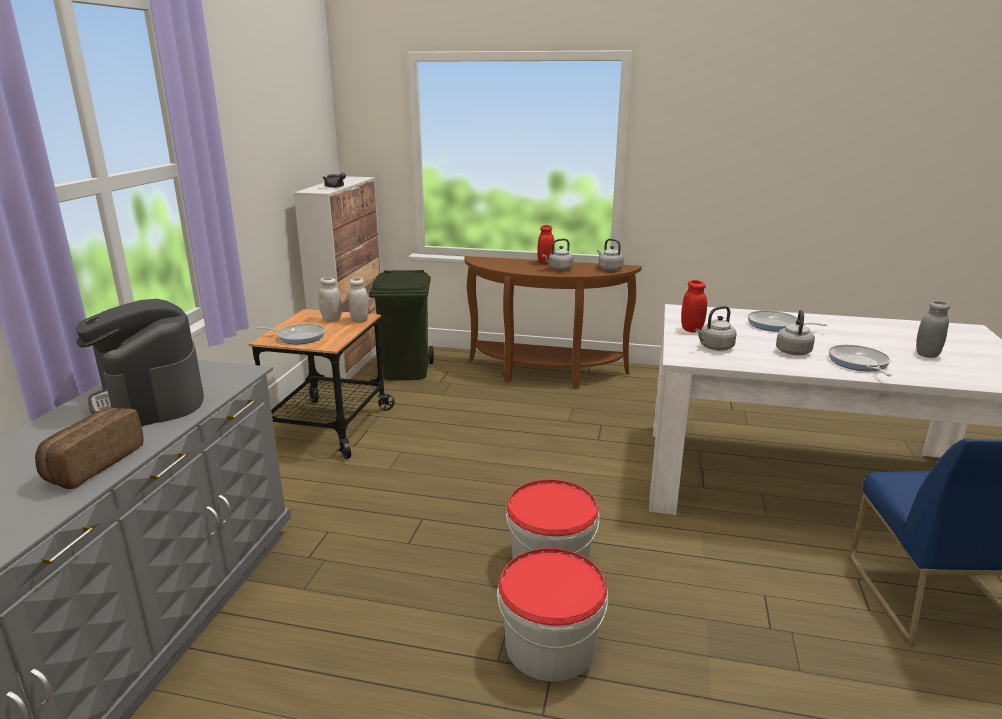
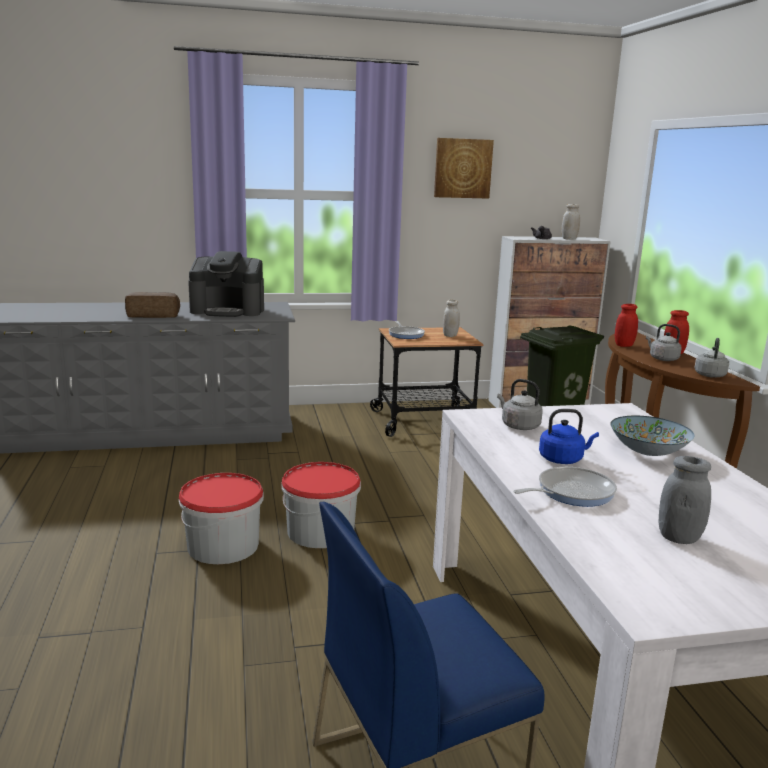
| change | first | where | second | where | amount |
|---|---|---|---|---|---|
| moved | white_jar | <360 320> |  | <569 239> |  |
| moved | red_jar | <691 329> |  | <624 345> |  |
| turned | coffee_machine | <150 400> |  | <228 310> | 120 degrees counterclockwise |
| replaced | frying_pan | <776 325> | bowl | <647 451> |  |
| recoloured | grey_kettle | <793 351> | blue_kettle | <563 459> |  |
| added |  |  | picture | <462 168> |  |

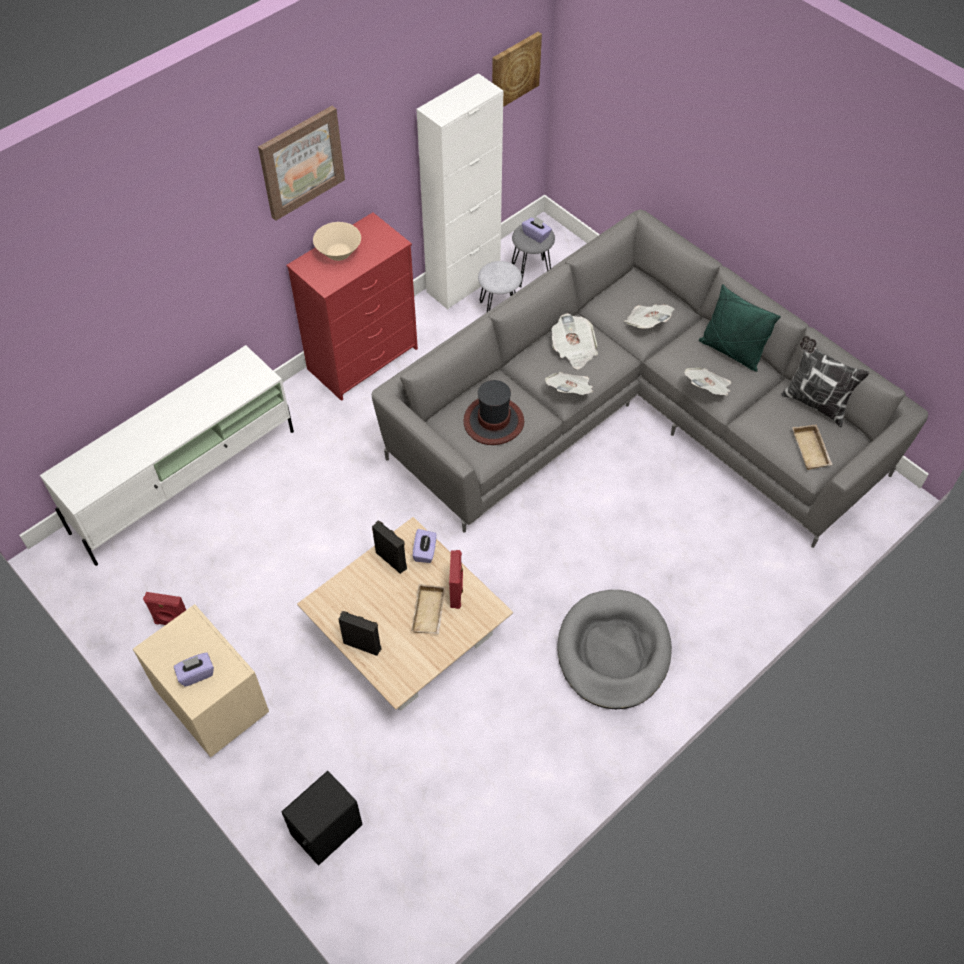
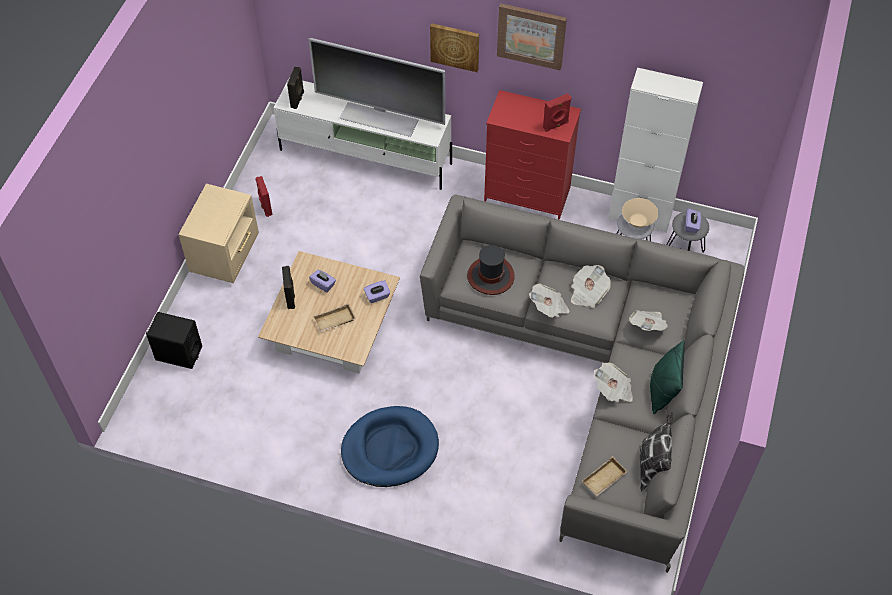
| change | first | where | second | where | amount |
|---|---|---|---|---|---|
| moved | picture | <514 70> |  | <455 46> |  |
| moved | beige_bowl | <339 253> |  | <638 221> |  |
| moved | black_speaker | <392 559> |  | <298 100> |  |
| moved | red_speaker | <457 592> |  | <556 125> |  |
| recoloured | grey_dog_bed | <613 651> | blue_dog_bed | <390 449> |  |
| moved | purple_tissue_box | <196 674> |  | <323 284> |  |
| added |  |  | television | <379 118> |  |

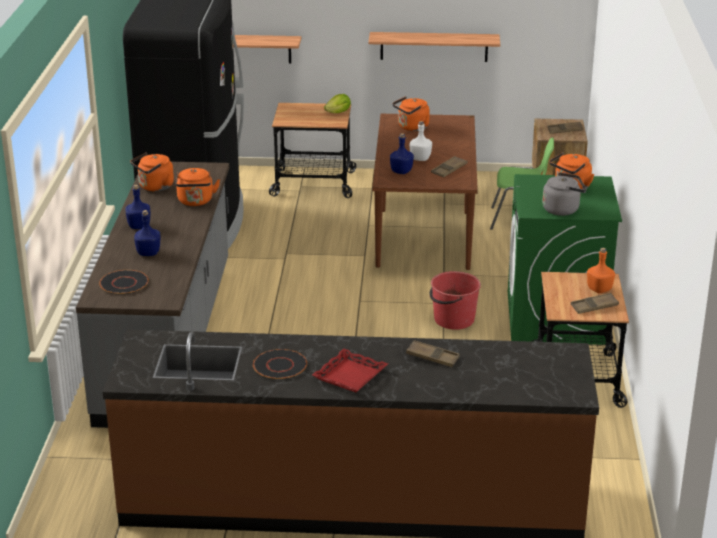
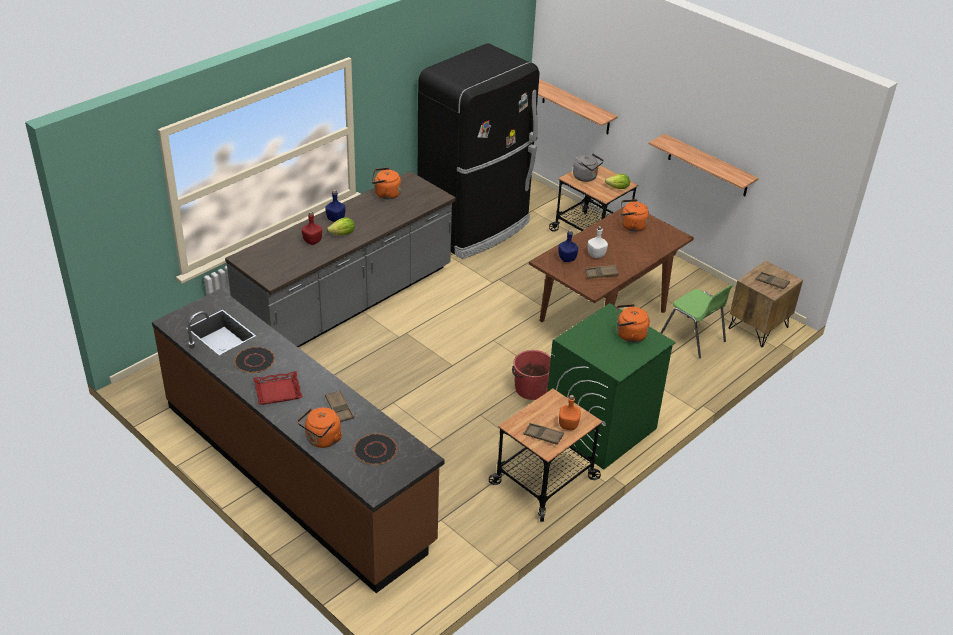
| change | first | where | second | where | amount |
|---|---|---|---|---|---|
| moved | orange_kettle | <195 202> |  | <322 440> |  |
| moved | grey_kettle | <563 209> |  | <586 177> |  |
| recoloured | blue_bottle | <148 253> | red_bottle | <312 241> |  |
| moved | black_plate | <124 283> |  | <375 450> |  |
| added |  |  | lettuce | <342 234> |  |

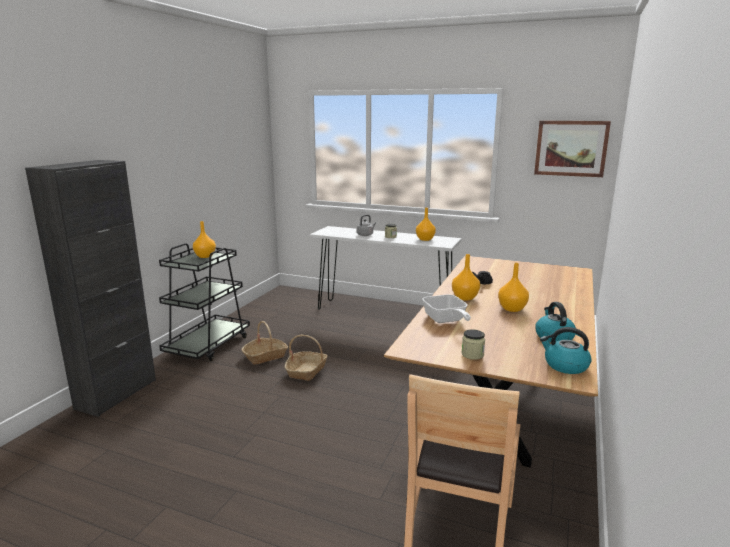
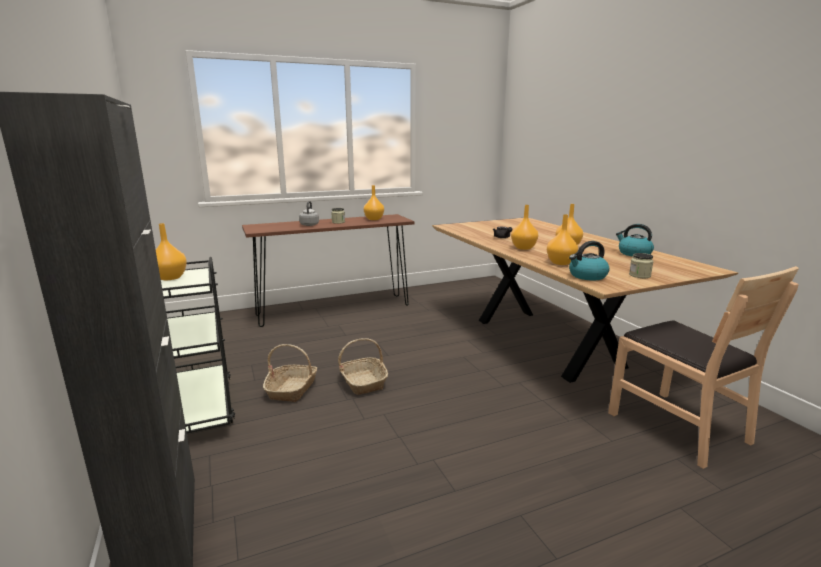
| change | first | where | second | where | amount |
|---|---|---|---|---|---|
| removed | picture | <571 148> |  |  |  |
| recoloured | white_console_table | <383 313> | brown_console_table | <334 310> |  |
| replaced | frying_pan | <445 320> | orange_vase | <561 263> |  |
| moved | kettle | <565 365> |  | <587 276> |  |

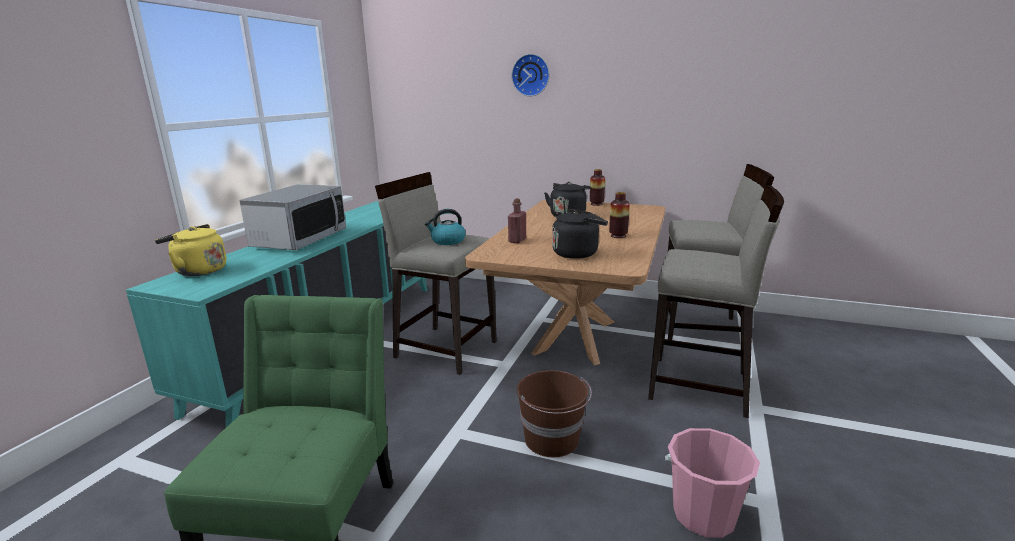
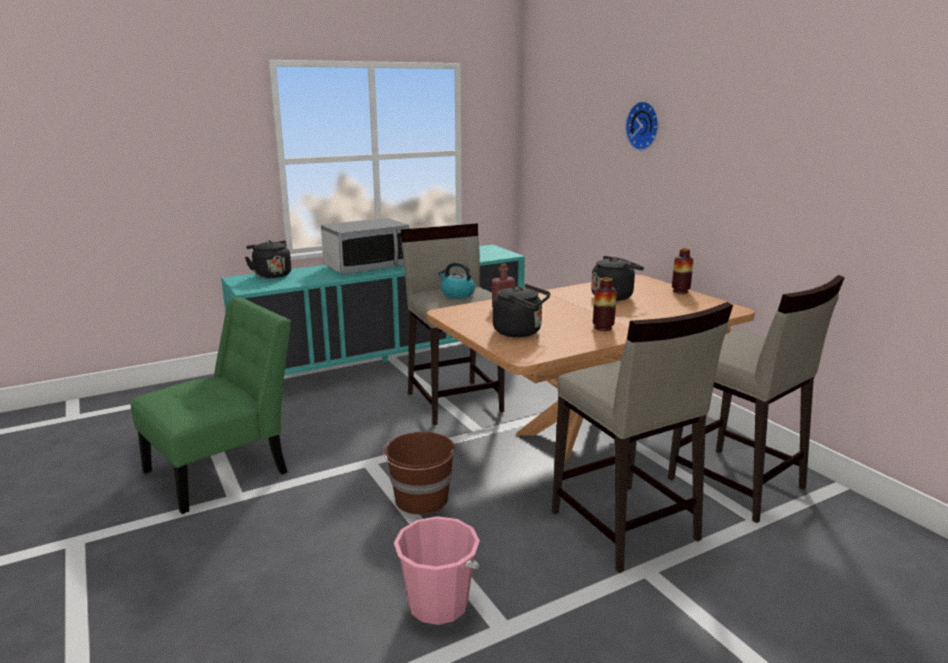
| change | first | where | second | where | amount |
|---|---|---|---|---|---|
| recoloured | yellow_kettle | <198 271> | black_kettle | <271 275> |  |

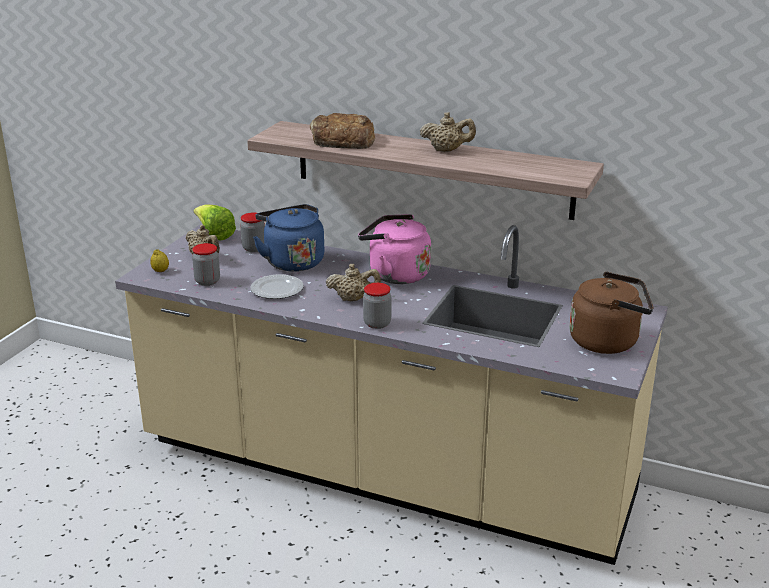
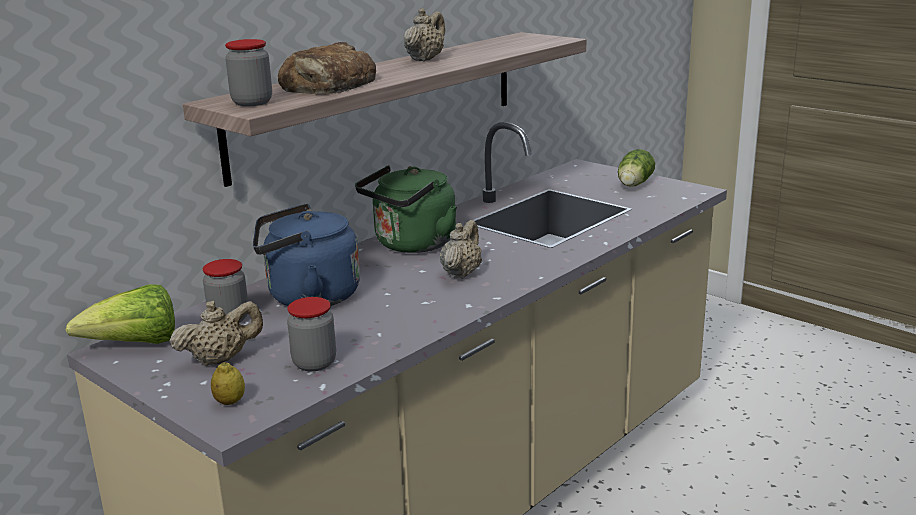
| change | first | where | second | where | amount |
|---|---|---|---|---|---|
| recoloured | pink_kettle | <395 274> | green_kettle | <412 245> |  |
| replaced | brown_kettle | <608 341> | lettuce | <633 185> |  |
| removed | plate | <277 290> |  |  |  |
| moved | jar | <377 323> |  | <252 102> |  |

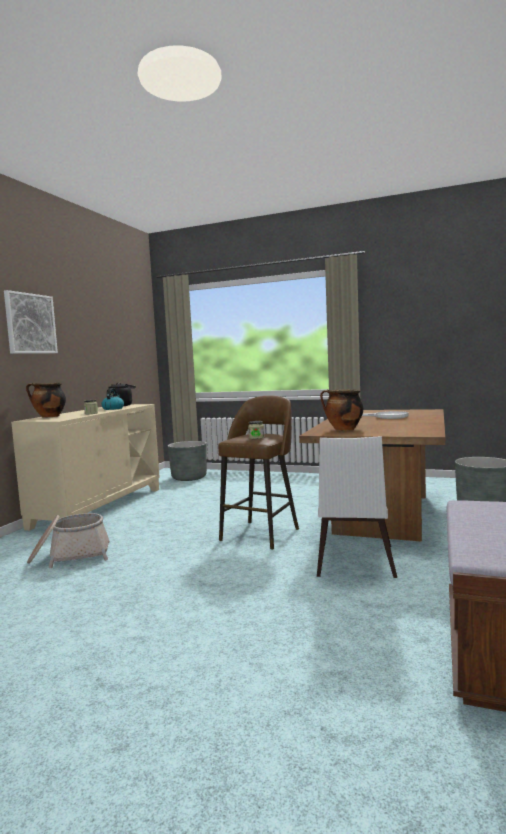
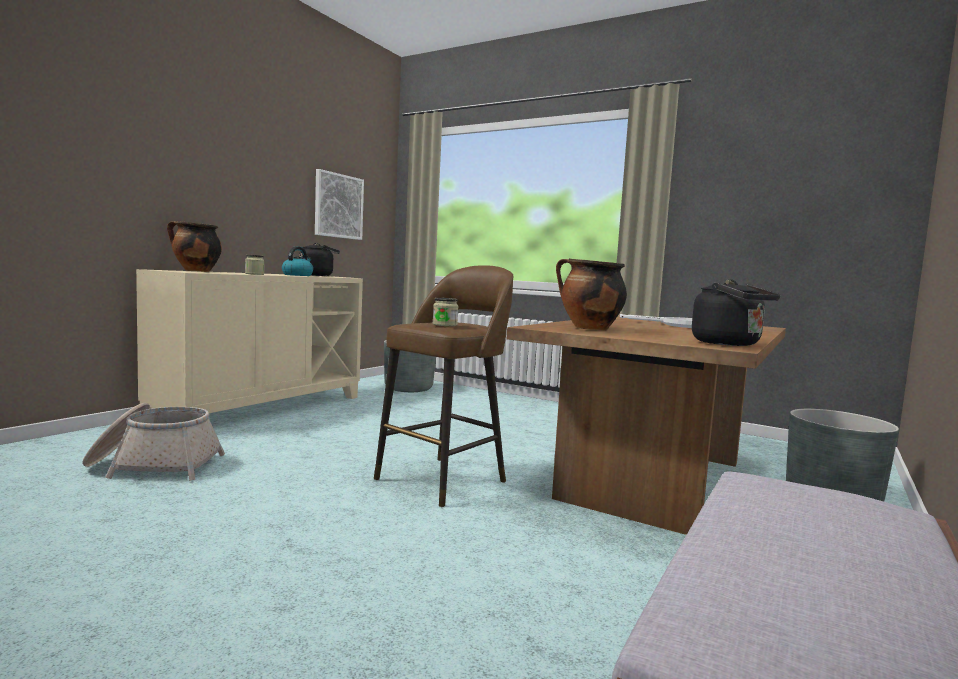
| change | first | where | second | where | amount |
|---|---|---|---|---|---|
| moved | picture | <30 323> |  | <338 206> |  |
| removed | white_chair | <354 563> |  |  |  |
| added |  |  | black_kettle | <730 344> |  |

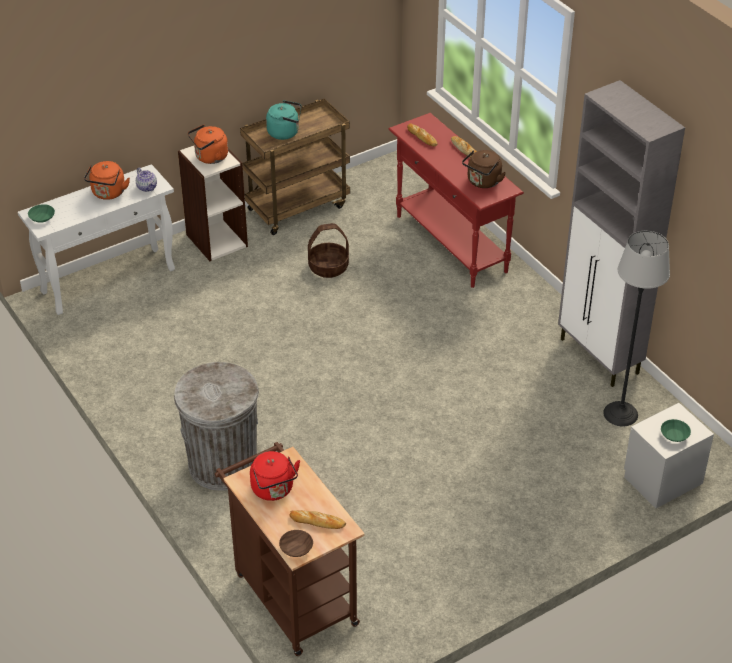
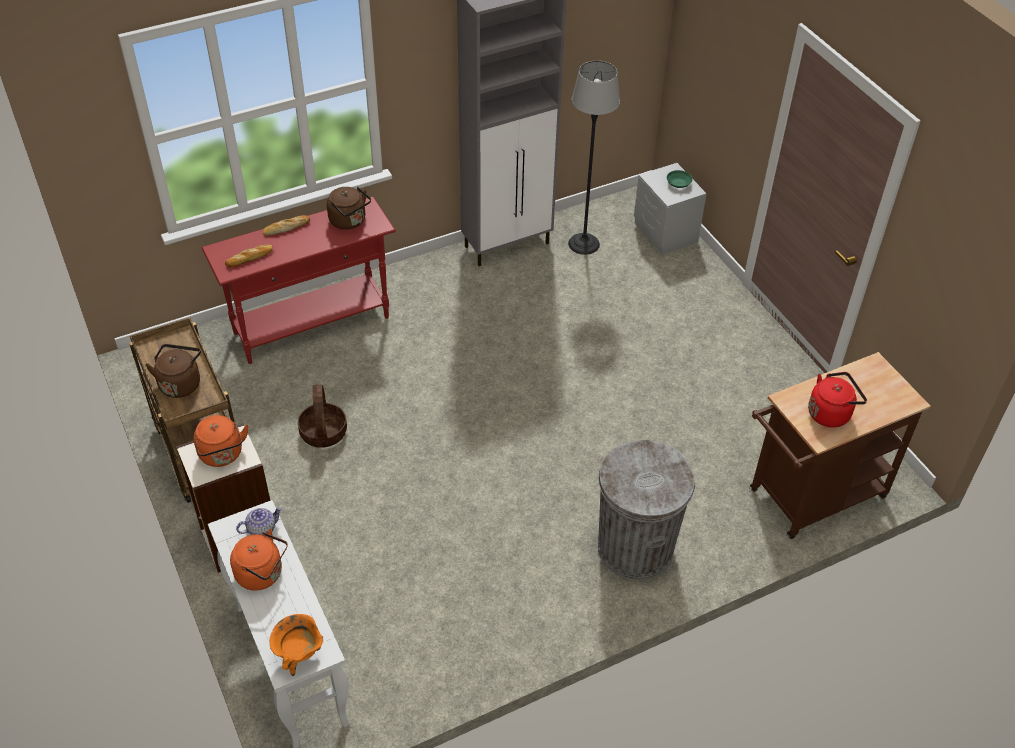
| change | first | where | second | where | amount |
|---|---|---|---|---|---|
| recoloured | turquoise_kettle | <285 132> | brown_kettle | <180 383> |  |
| replaced | green_bowl | <41 218> | orange_cooking_pot | <299 655> |  |
| removed | bread | <317 522> |  |  |  |
| removed | brown_bowl | <297 548> |  |  |  |

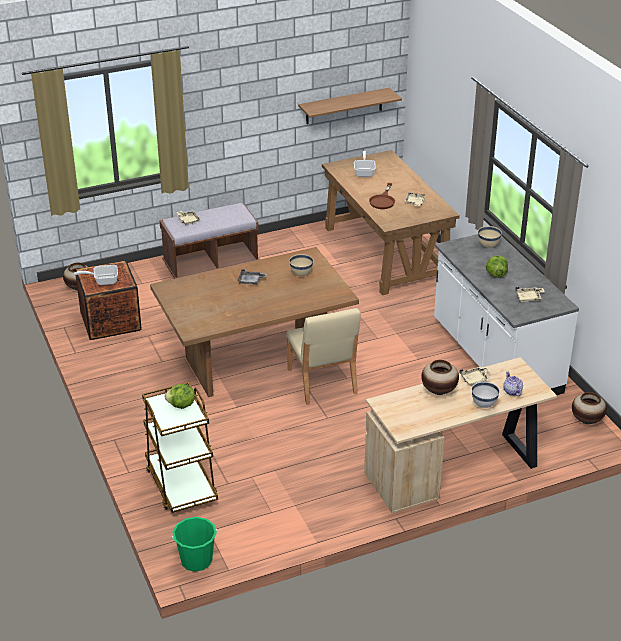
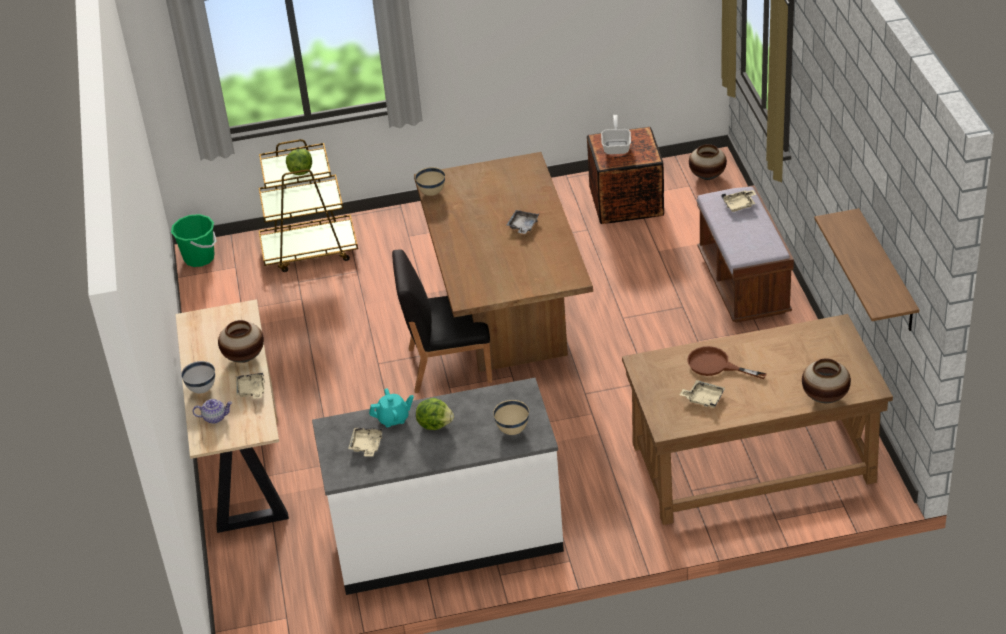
| change | first | where | second | where | amount |
|---|---|---|---|---|---|
| removed | frying_pan | <364 172> |  |  |  |
| moved | beige_bowl | <301 274> |  | <432 193> |  |
| recoloured | beige_chair | <322 382> | black_chair | <448 365> |  |
| moved | vase | <586 420> |  | <825 397> |  |
| added |  |  | turquoise_teapot | <393 419> |  |

